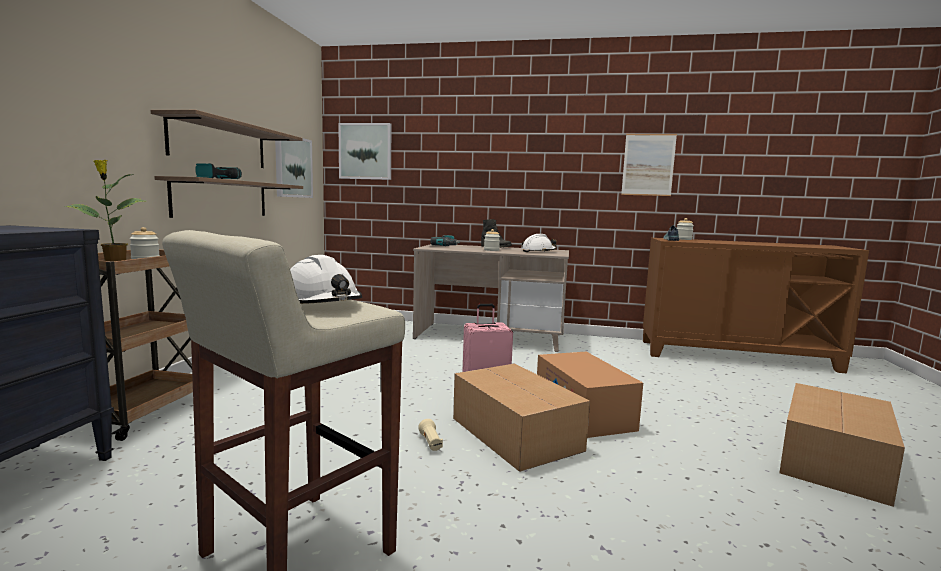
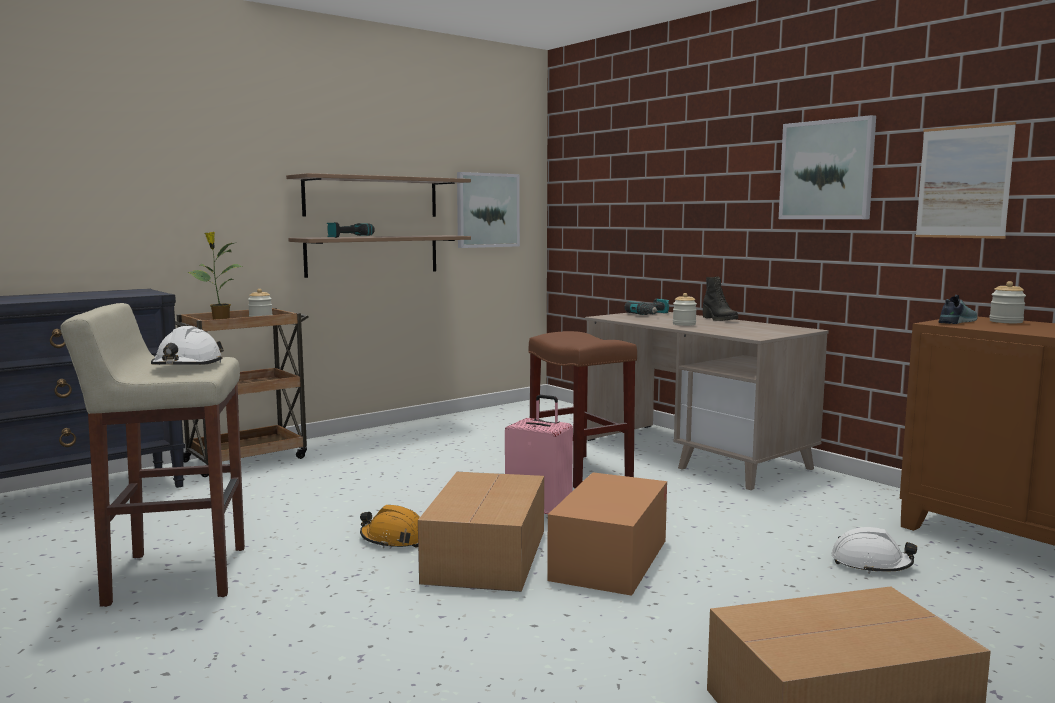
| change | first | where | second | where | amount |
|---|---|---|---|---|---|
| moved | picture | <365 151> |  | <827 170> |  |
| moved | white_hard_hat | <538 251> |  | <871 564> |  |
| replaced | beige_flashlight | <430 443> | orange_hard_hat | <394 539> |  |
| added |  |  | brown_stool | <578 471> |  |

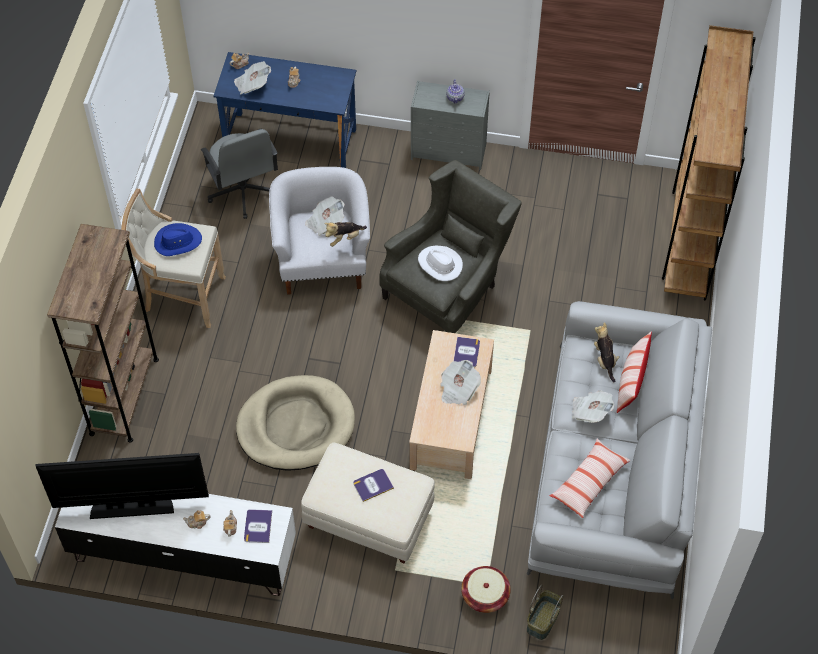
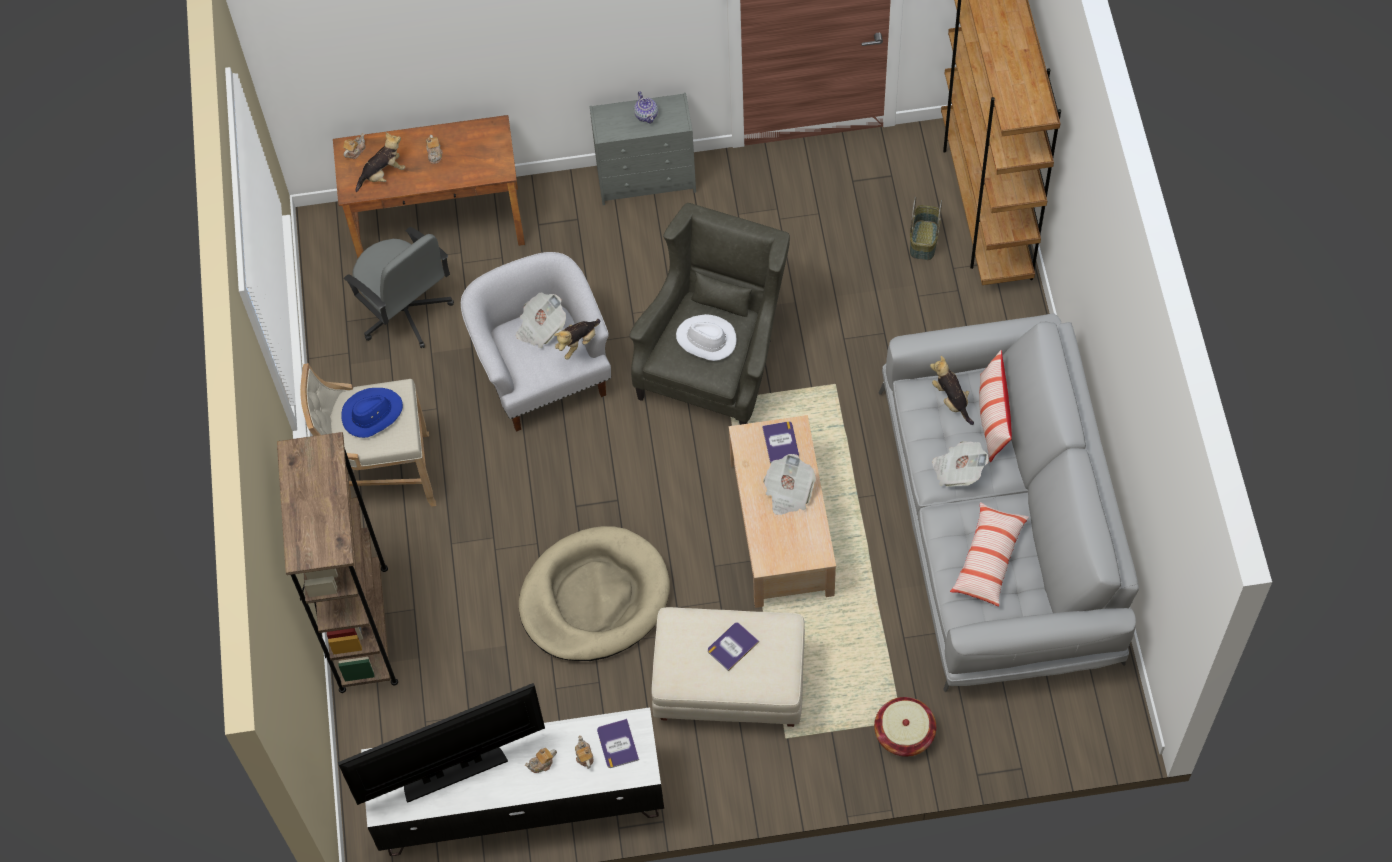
| change | first | where | second | where | amount |
|---|---|---|---|---|---|
| recoloured | blue_desk | <291 140> | brown_desk | <439 225> |  |
| replaced | newspaper | <252 84> | plush_toy | <383 174> |  |
| moved | basket | <543 620> |  | <924 241> |  |

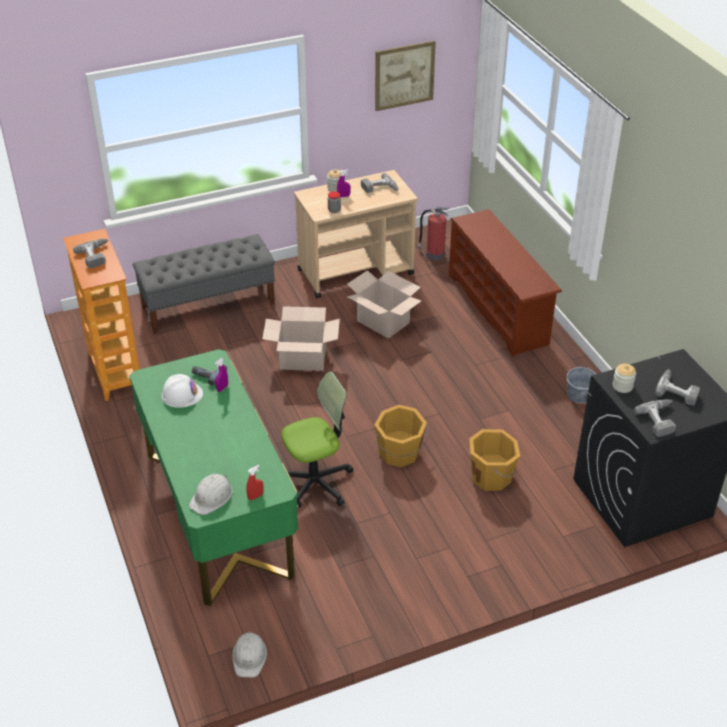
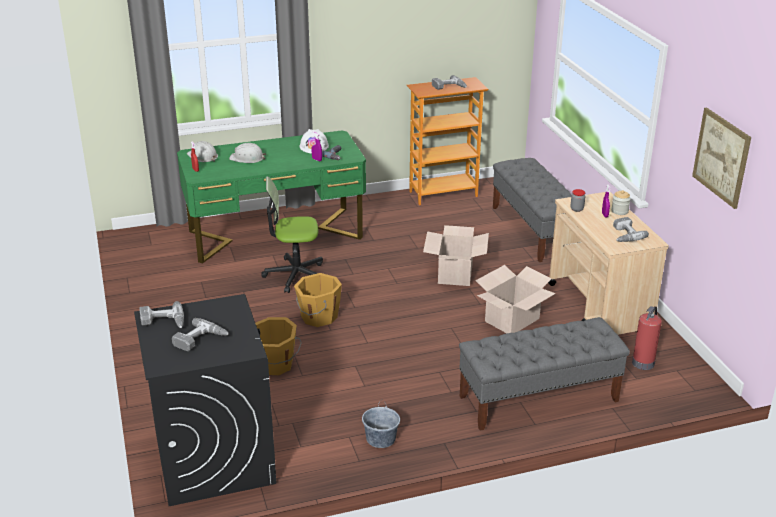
| change | first | where | second | where | amount |
|---|---|---|---|---|---|
| replaced | brown_shoe_rack | <499 309> | grey_bench | <538 399> |  |
| removed | jar | <622 386> |  |  |  |
| turned | office_chair | <316 482> |  | <295 275> | 105 degrees clockwise |
| moved | white_hard_hat | <249 657> |  | <247 158> |  |

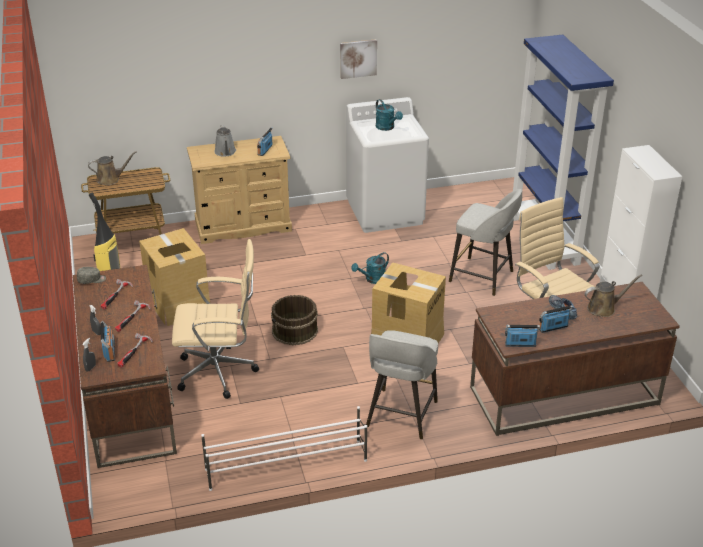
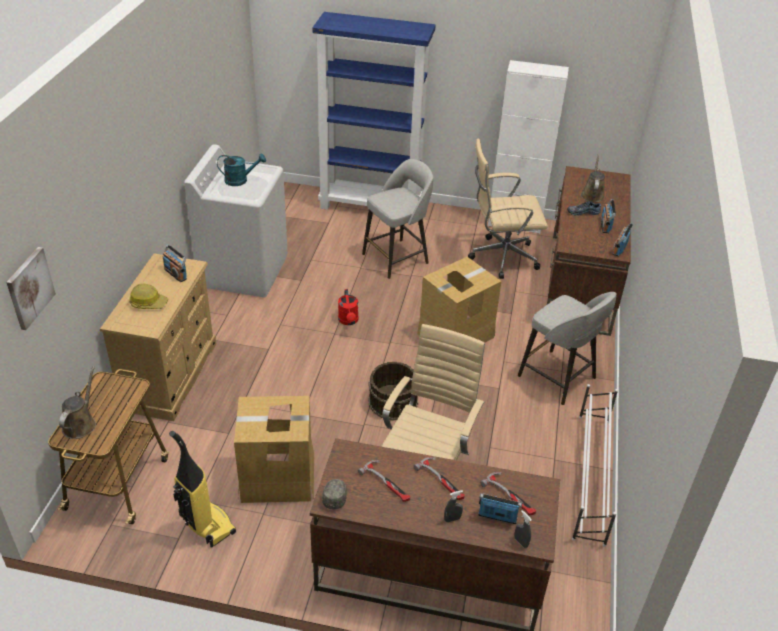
| change | first | where | second | where | amount |
|---|---|---|---|---|---|
| moved | picture | <358 58> |  | <29 288> |  |
| replaced | grey_watering_can | <225 152> | hard_hat | <148 303> |  |
| recoloured | turquoise_watering_can | <372 279> | red_watering_can | <349 321> |  |

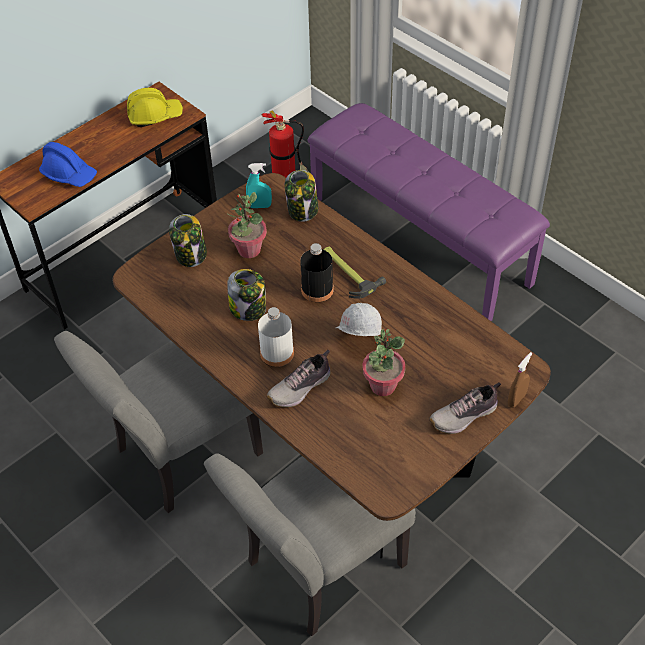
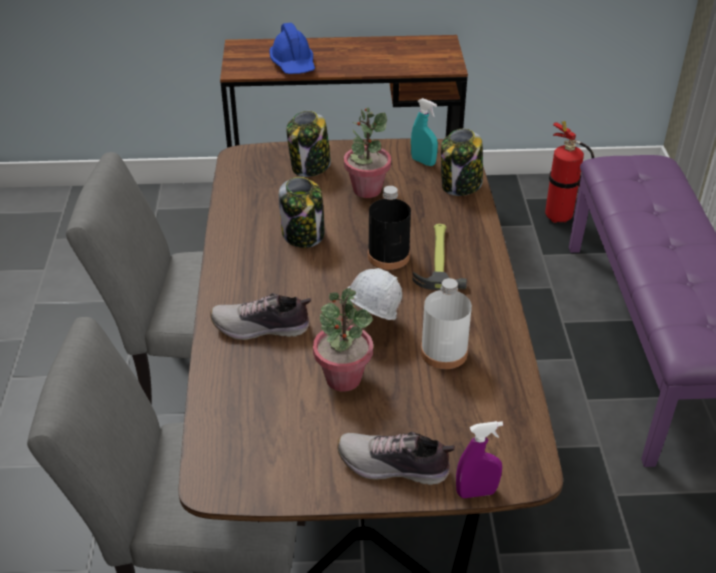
| change | first | where | second | where | amount |
|---|---|---|---|---|---|
| removed | yellow_hard_hat | <155 116> |  |  |  |
| moved | white_bottle | <277 353> |  | <444 352> |  |
| recoloured | brown_spray_bottle | <516 399> | purple_spray_bottle | <476 492> |  |

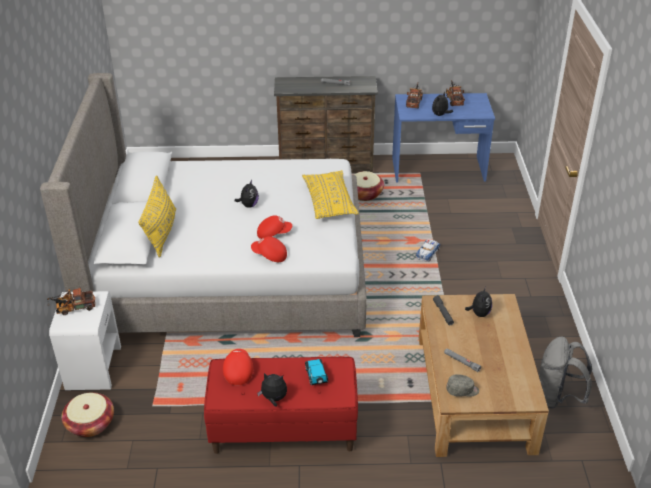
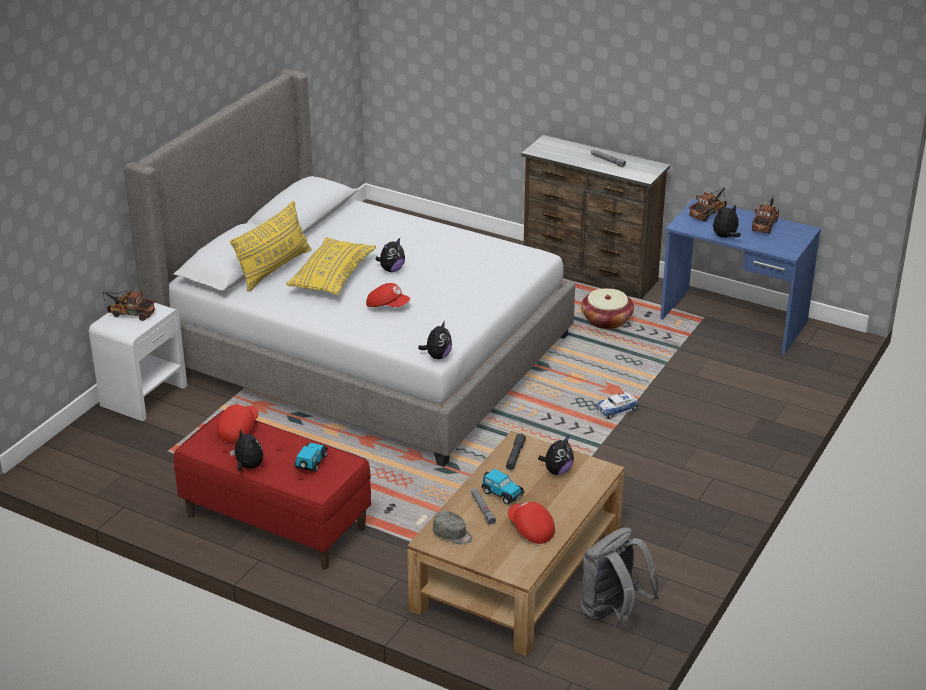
| change | first | where | second | where | amount |
|---|---|---|---|---|---|
| moved | yellow_pillow | <329 202> |  | <332 277> |  |
| moved | red_cap | <269 255> |  | <530 530> |  |
| removed | basket | <90 424> |  |  |  |
| added |  |  | plush_toy | <437 356> |  |
| added |  |  | toy_car | <501 493> |  |

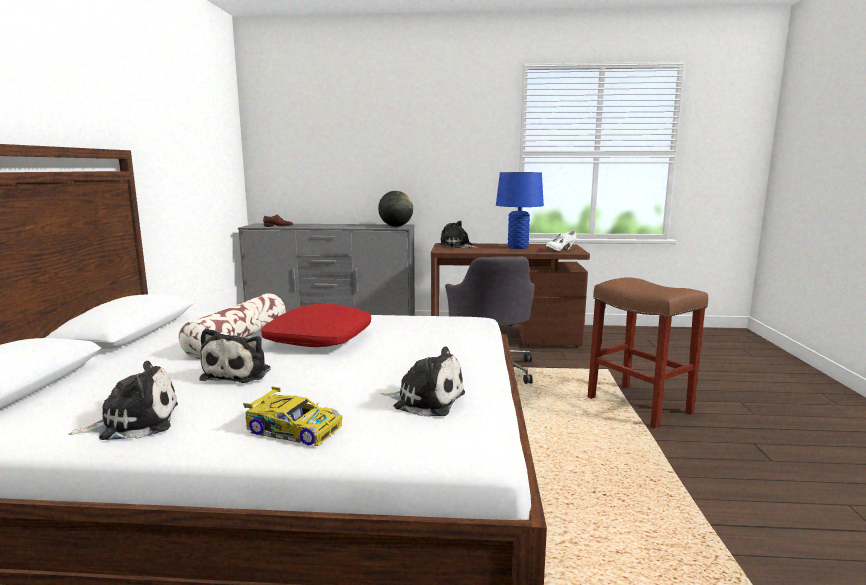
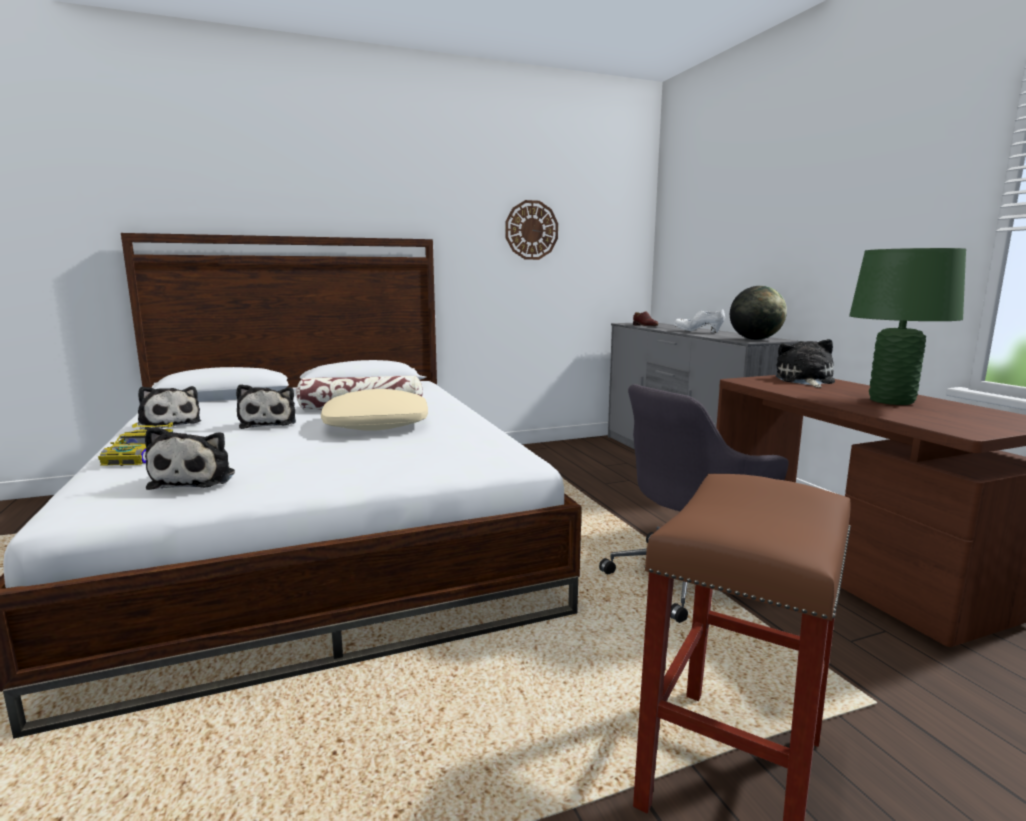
| change | first | where | second | where | amount |
|---|---|---|---|---|---|
| recoloured | blue_table_lamp | <518 247> | green_table_lamp | <891 401> |  |
| moved | white_shoe | <560 250> |  | <698 332> |  |
| recoloured | red_pillow | <318 339> | beige_pillow | <377 424> |  |
| turned | plush_toy | <239 373> |  | <268 423> | 90 degrees counterclockwise |
| added |  |  | wall_clock | <531 230> |  |

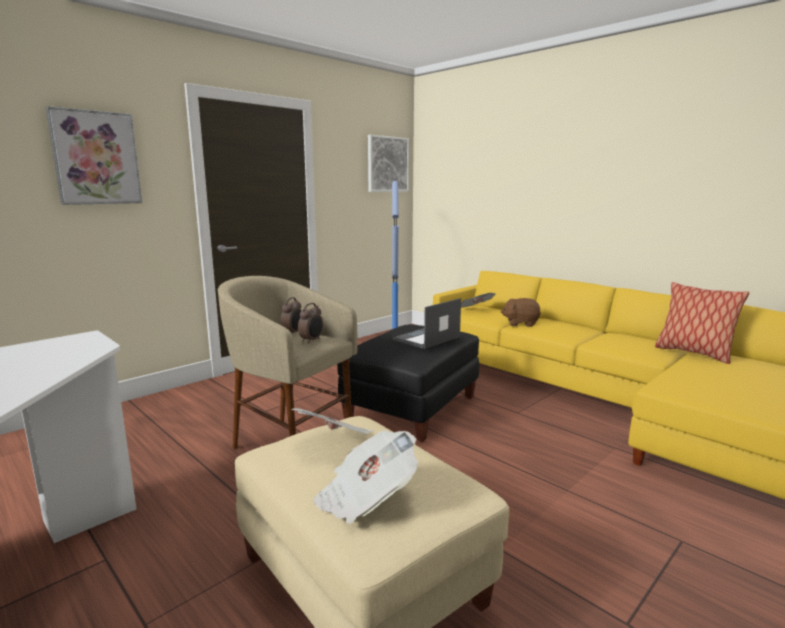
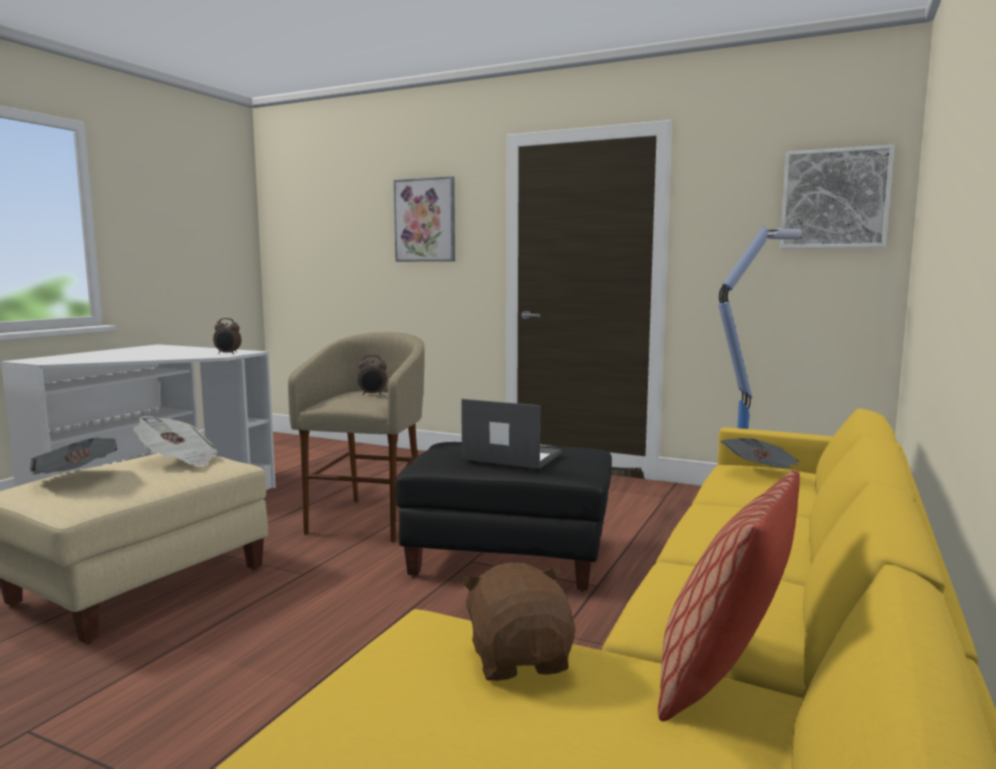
| change | first | where | second | where | amount |
|---|---|---|---|---|---|
| moved | brown_plush_toy | <520 323> |  | <520 659> |  |
| moved | alarm_clock | <312 340> |  | <228 353> |  |

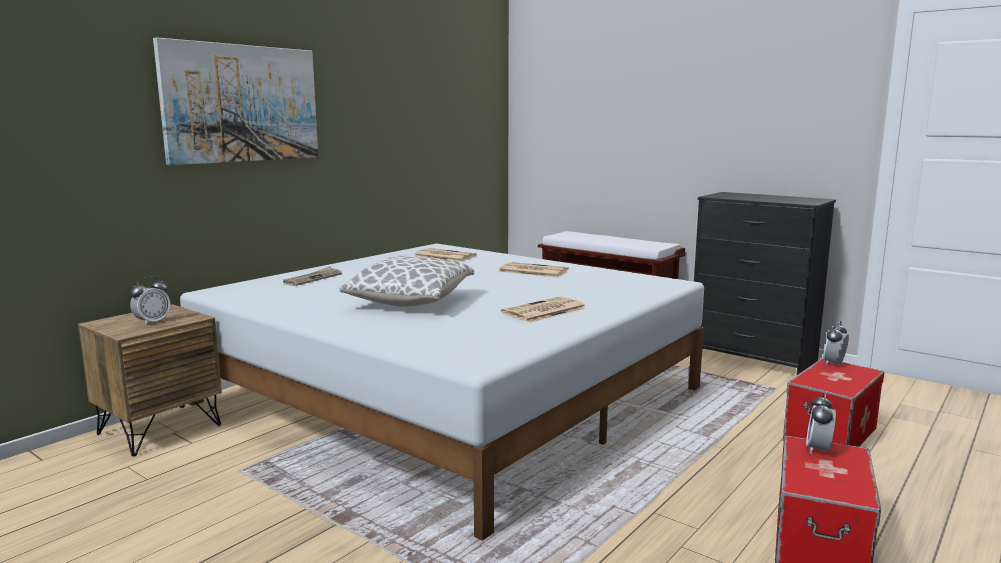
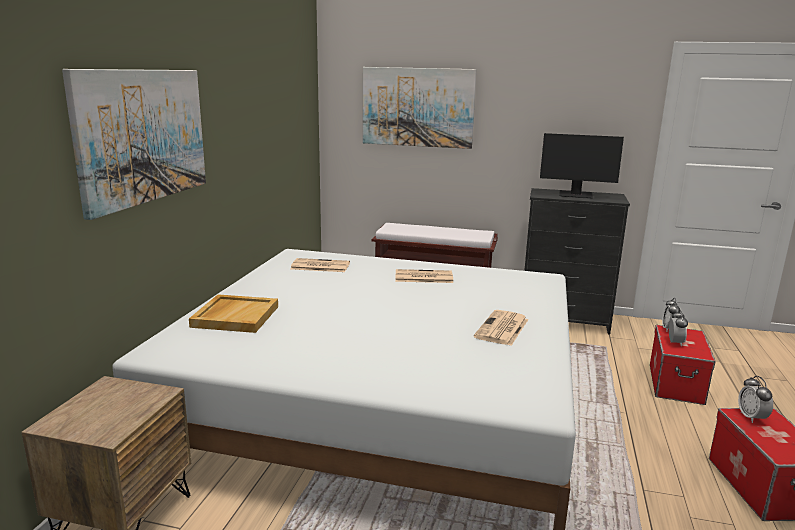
| change | first | where | second | where | amount |
|---|---|---|---|---|---|
| removed | pillow | <410 302> |  |  |  |
| replaced | newspaper | <312 278> | beige_tray | <235 316> |  |
| moved | alarm_clock | <152 322> |  | <675 343> |  |
| added |  |  | picture | <417 107> |  |
| added |  |  | monitor | <575 195> |  |

